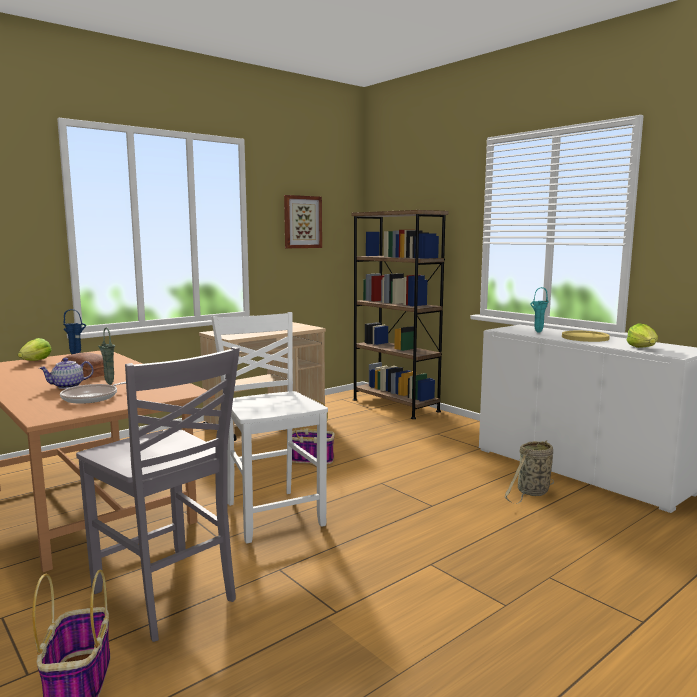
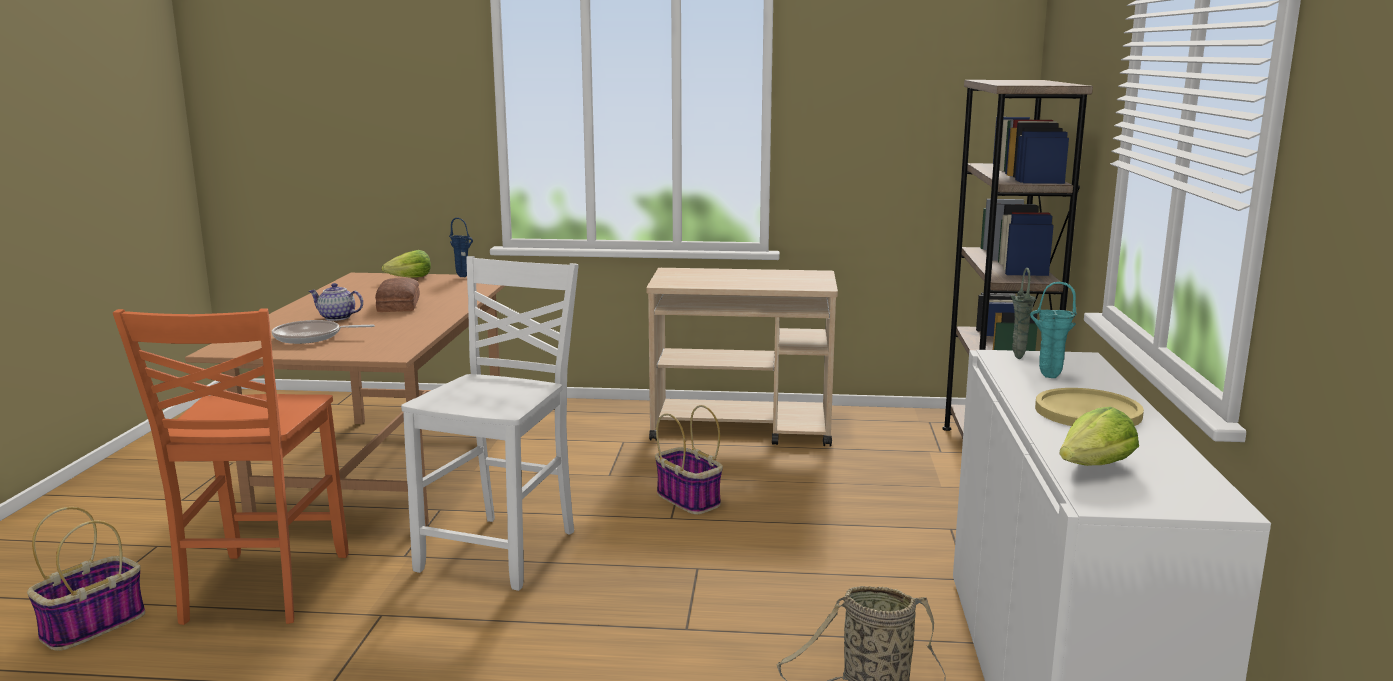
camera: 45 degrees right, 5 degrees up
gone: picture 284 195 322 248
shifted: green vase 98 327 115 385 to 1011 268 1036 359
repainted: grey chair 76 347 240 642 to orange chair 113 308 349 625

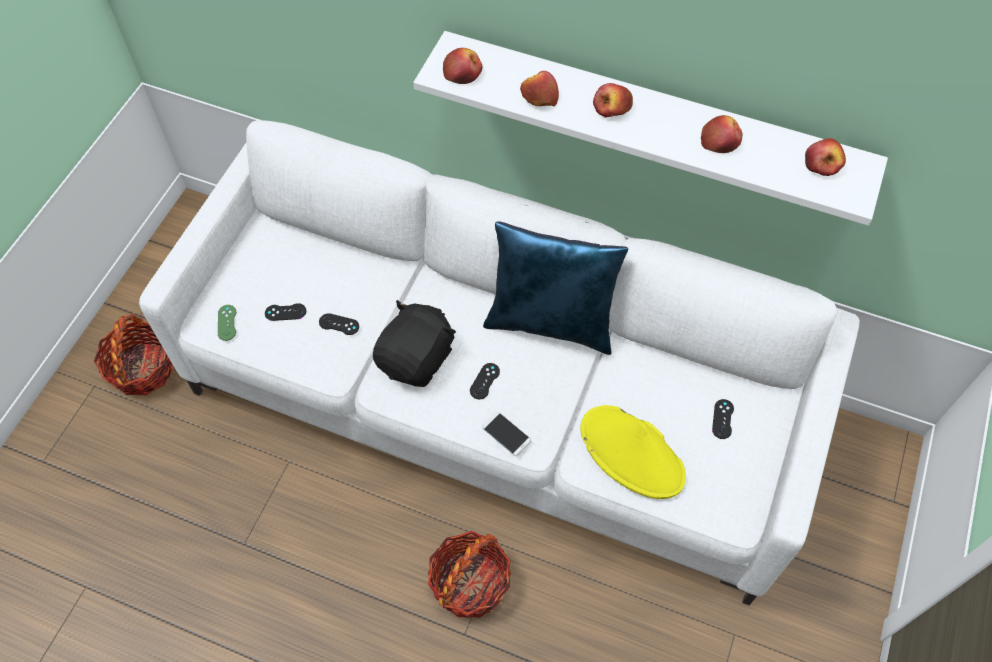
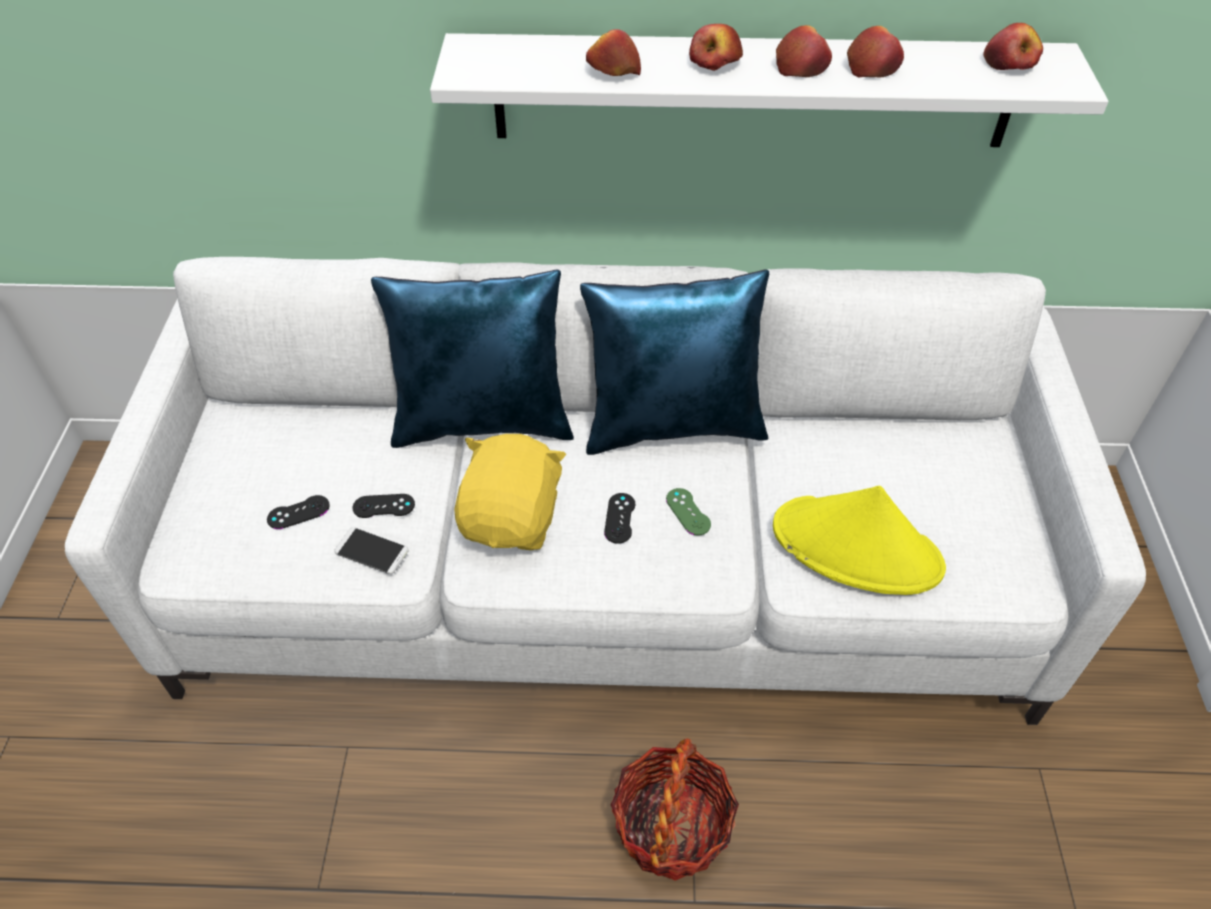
camera: 20 degrees left, 10 degrees down
gone: basket 94 314 174 395; black game controller 712 399 734 439
new: blue pillow 371 269 574 448
shifted: green game controller 218 305 236 341 to 666 488 711 536; apple 443 48 483 84 to 776 25 832 77; phone 482 412 531 456 to 334 527 409 574
repainted: black plush toy 373 300 456 387 to yellow plush toy 454 434 566 550

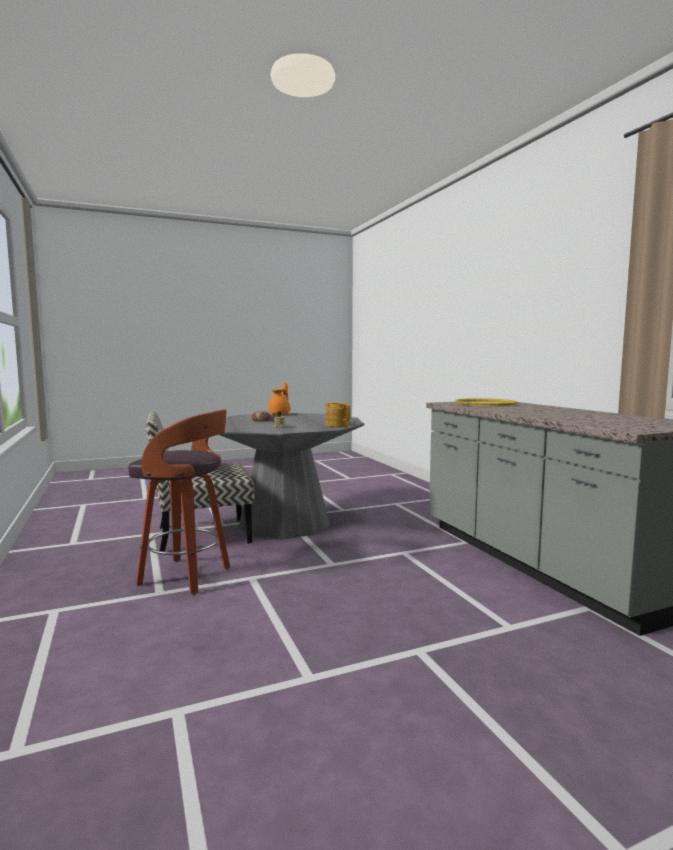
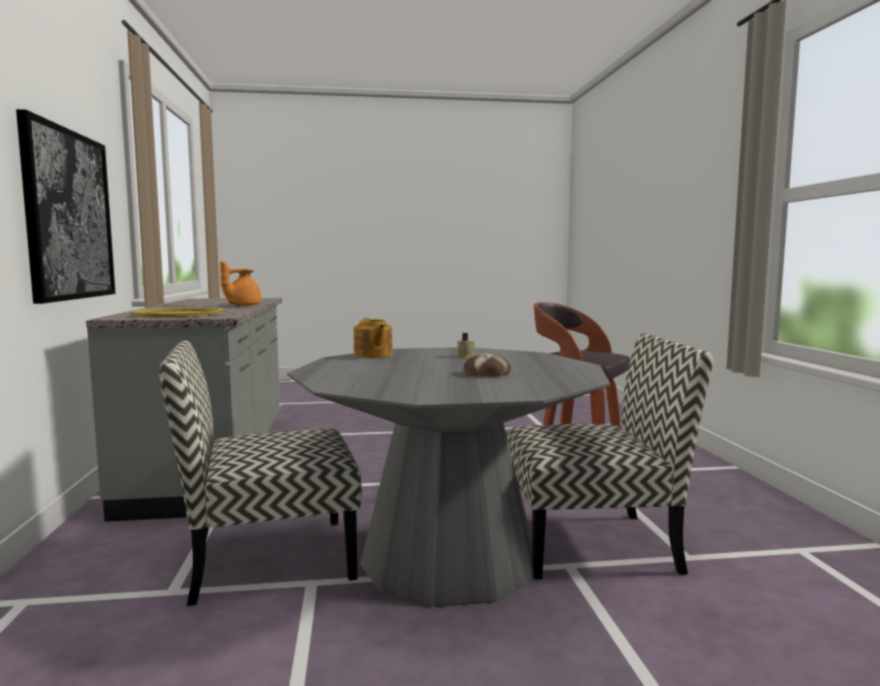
camera: 165 degrees left, 0 degrees up
new: picture 16 109 116 304; chair 159 340 362 606
shifted: orange teapot 268 383 290 415 to 220 261 261 306

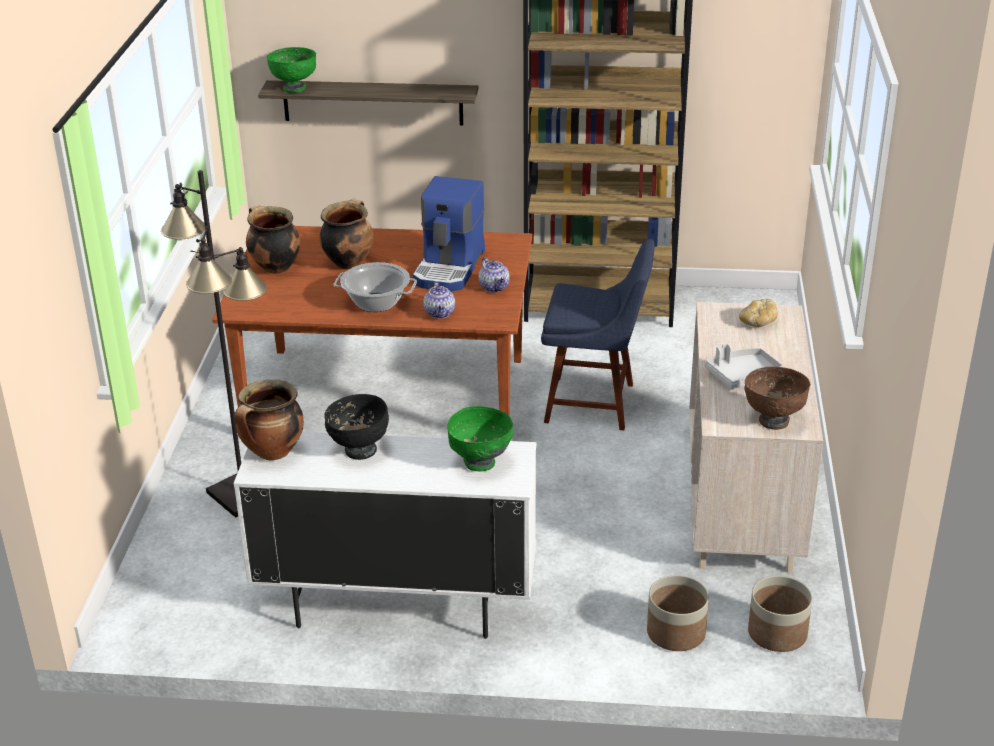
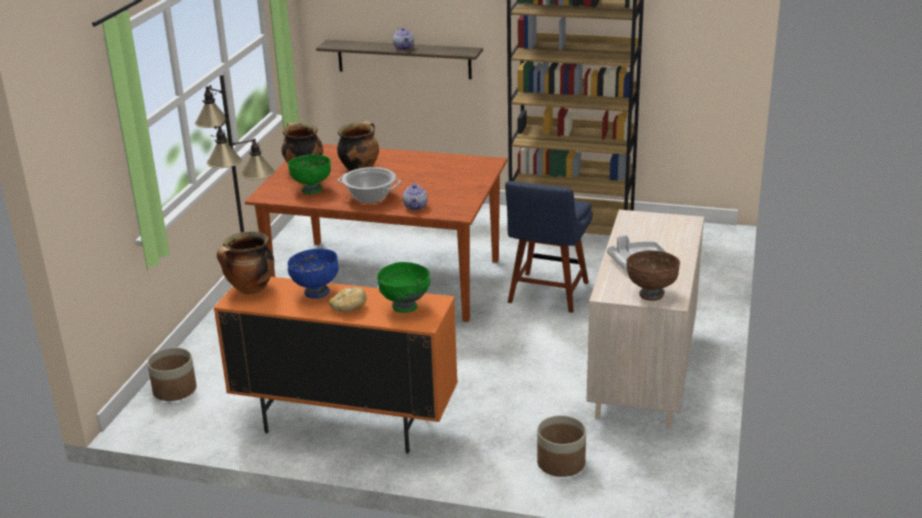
camera: 10 degrees right, 5 degrees down
gone: coffee machine 413 176 485 292
shifted: green bowl 267 47 316 93 to 288 154 331 194; teapot 479 257 510 292 to 393 28 414 50; bread 739 299 778 327 to 329 287 367 312; planter 748 576 812 652 to 147 348 196 401
repainted: white cabinet 234 432 536 639 to orange cabinet 214 277 458 454; black bowl 324 394 389 460 to blue bowl 287 249 339 299
rotated: blue chair 541 239 654 430 = 505 181 593 313 90 degrees clockwise

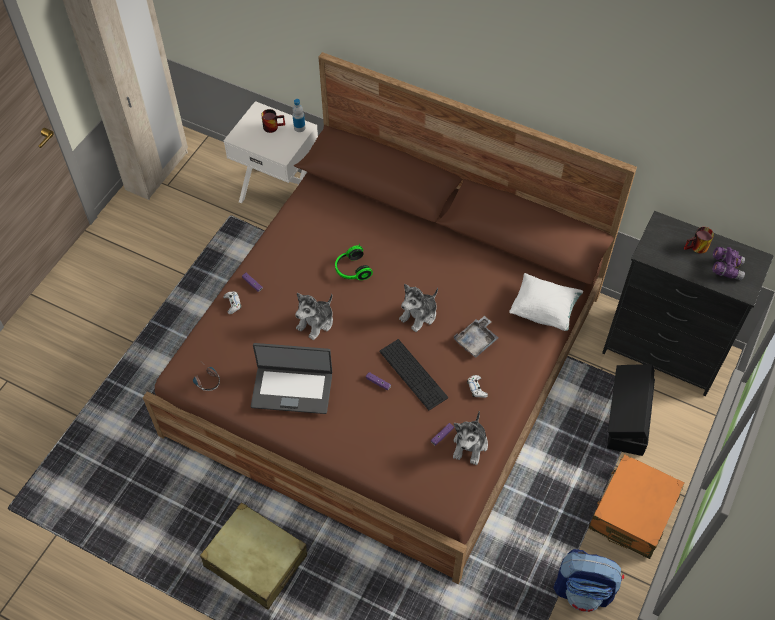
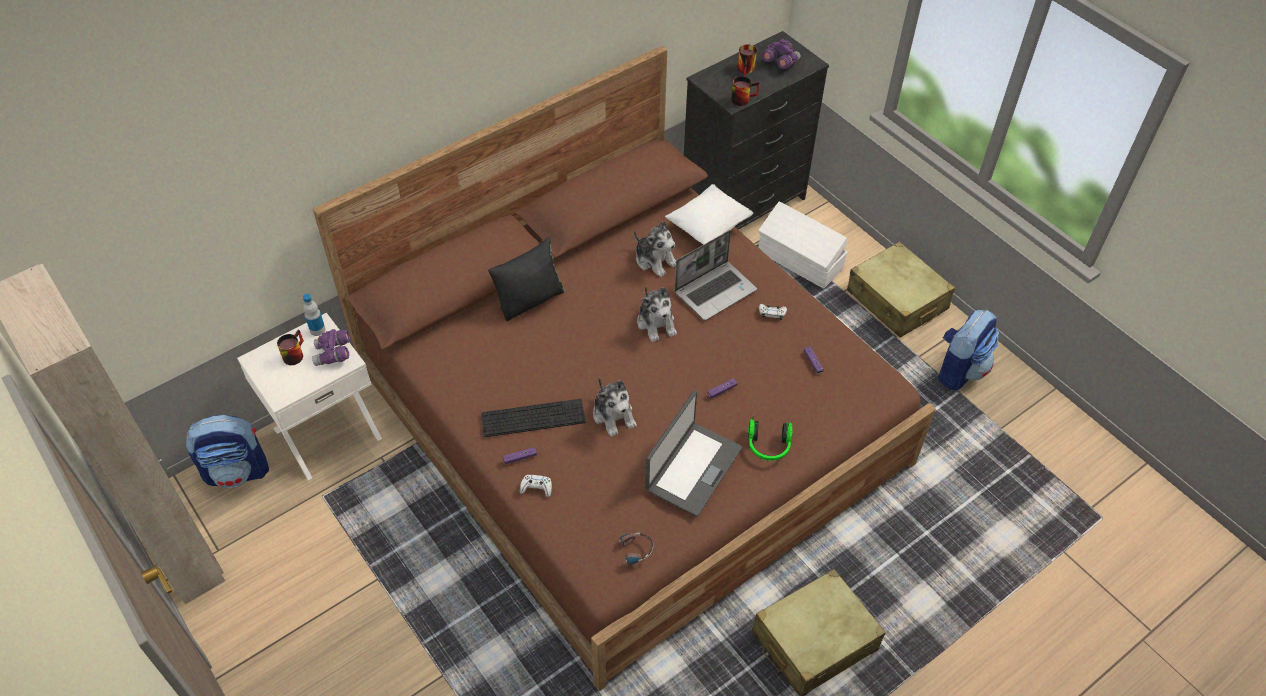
camera: 65 degrees left, 5 degrees down
new: backpack 186 415 269 488; purple binoculars 312 329 351 366; black pillow 488 237 565 321; mug 731 76 759 106
shifted: headphones 335 243 373 280 to 748 415 793 461; keyboard 379 339 448 410 to 481 399 586 437; plush toy 453 411 488 465 to 633 221 676 277
swapped: grey tray 454 316 498 358 to laptop 674 230 757 320
repainted: orange suitcase 589 454 685 559 to beige suitcase 847 242 955 338; black storage box 607 364 655 456 to white storage box 758 201 848 289

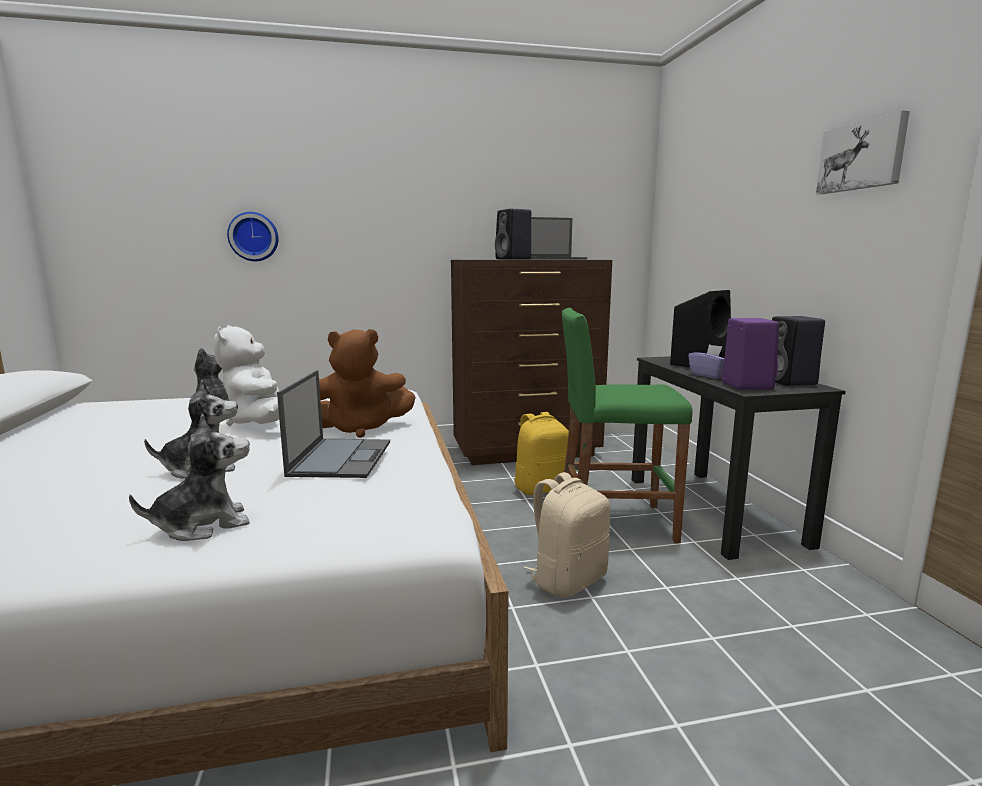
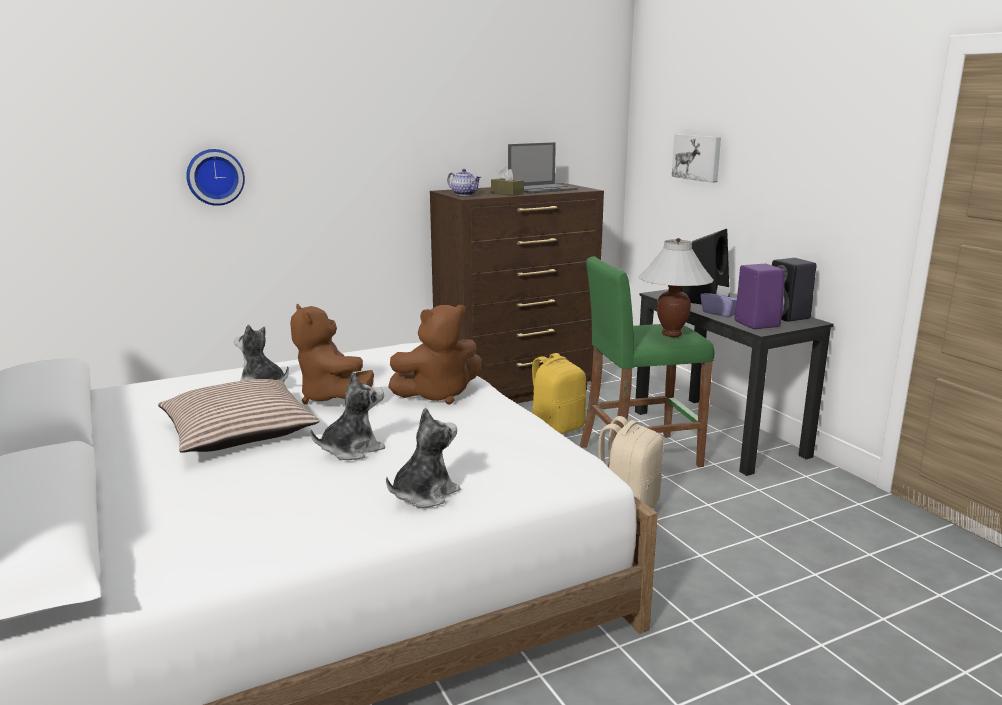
camera: 15 degrees left, 5 degrees up
gone: laptop 277 370 390 478
new: pillow 158 379 320 453; teapot 447 169 481 196; white table lamp 638 238 713 337
shifted: picture 816 111 910 194 to 672 134 721 183
swapped: black speaker 495 209 531 259 to brown tissue box 491 167 524 196
repainted: white plush toy 213 325 280 426 to brown plush toy 290 304 374 404

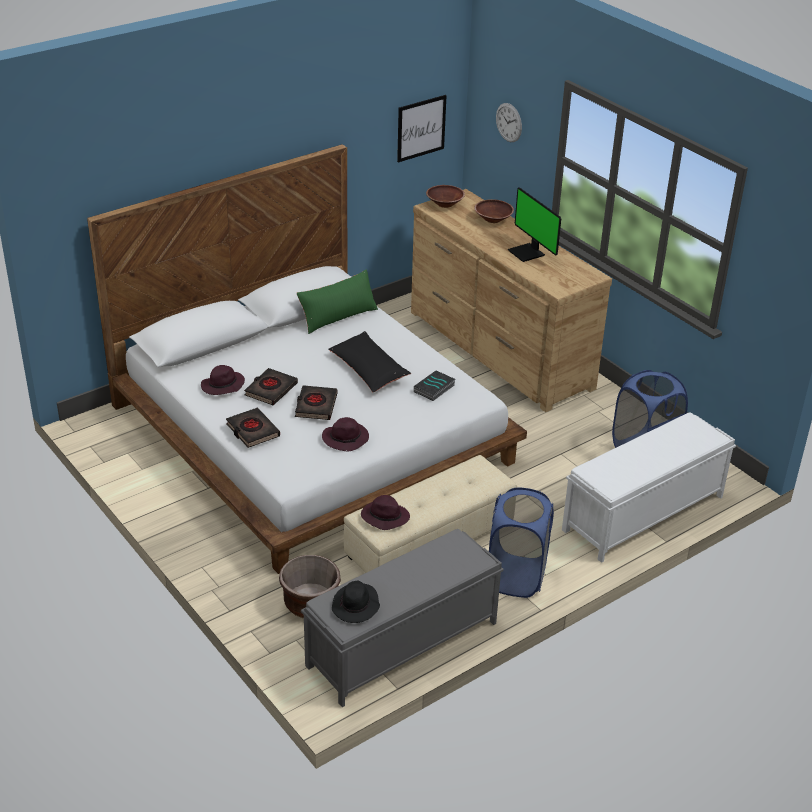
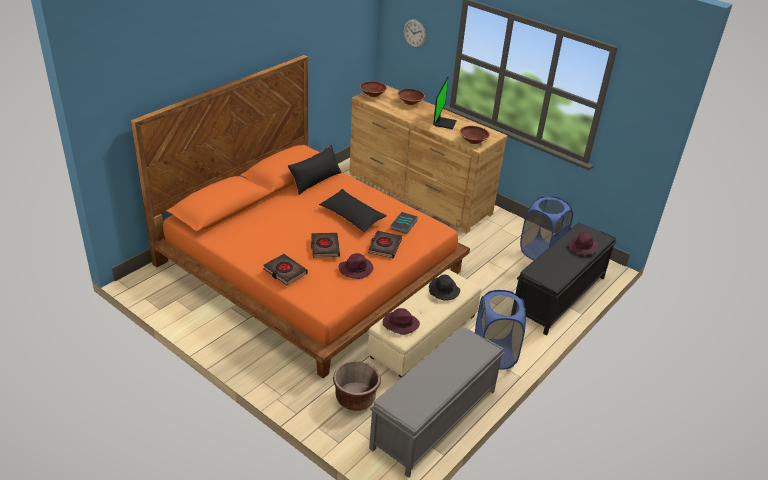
camera: 15 degrees left, 0 degrees up
gone: picture 397 95 447 162
new: brown bowl 460 126 490 144
shifted: purple hat 201 365 245 395 to 568 232 599 255; black book 244 368 298 405 to 368 231 402 258; black hat 332 581 380 623 to 429 274 460 301
repainted: white bed 87 144 527 574 to orange bed 131 55 470 378; green pillow 297 269 378 334 to black pillow 288 145 342 195; white bench 562 413 736 563 to black bench 515 223 616 335
rotated: monitor 508 187 561 262 = 433 77 457 129 120 degrees counterclockwise

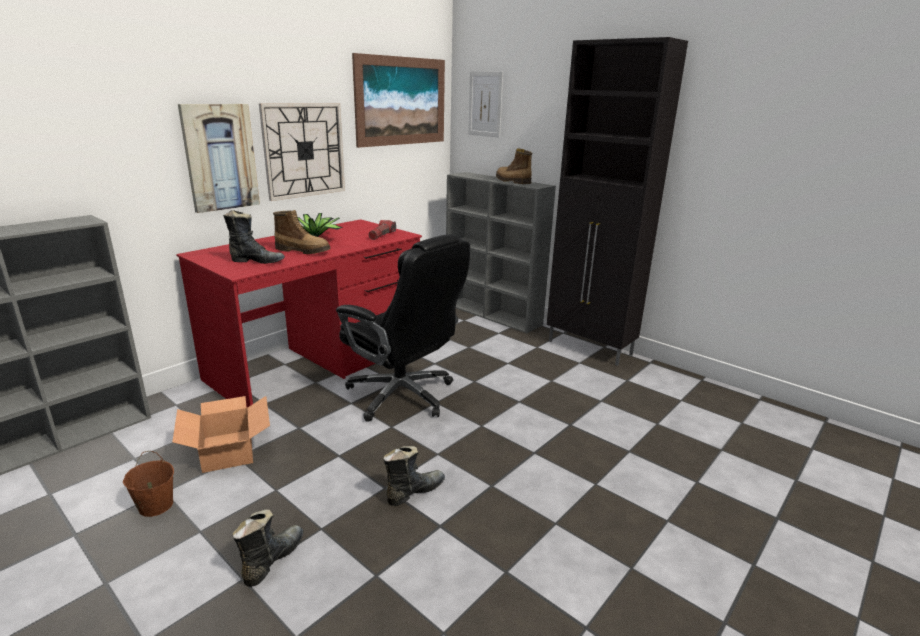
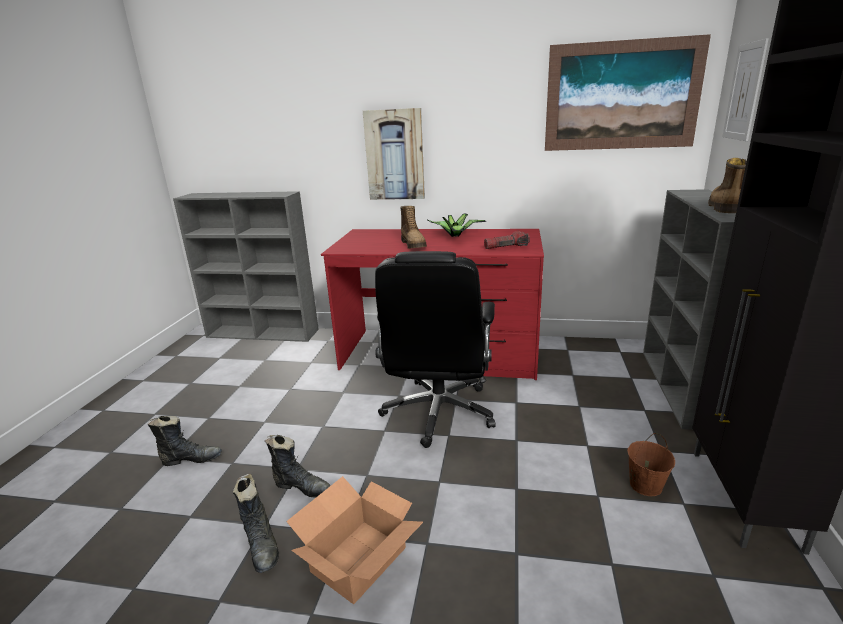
camera: 60 degrees right, 0 degrees up
gone: wall clock 259 103 345 201
shifted: brown bucket 123 451 174 517 to 627 433 675 496; cardboard box 172 396 270 473 to 286 476 423 604; black boot 223 210 285 264 to 233 474 279 573

